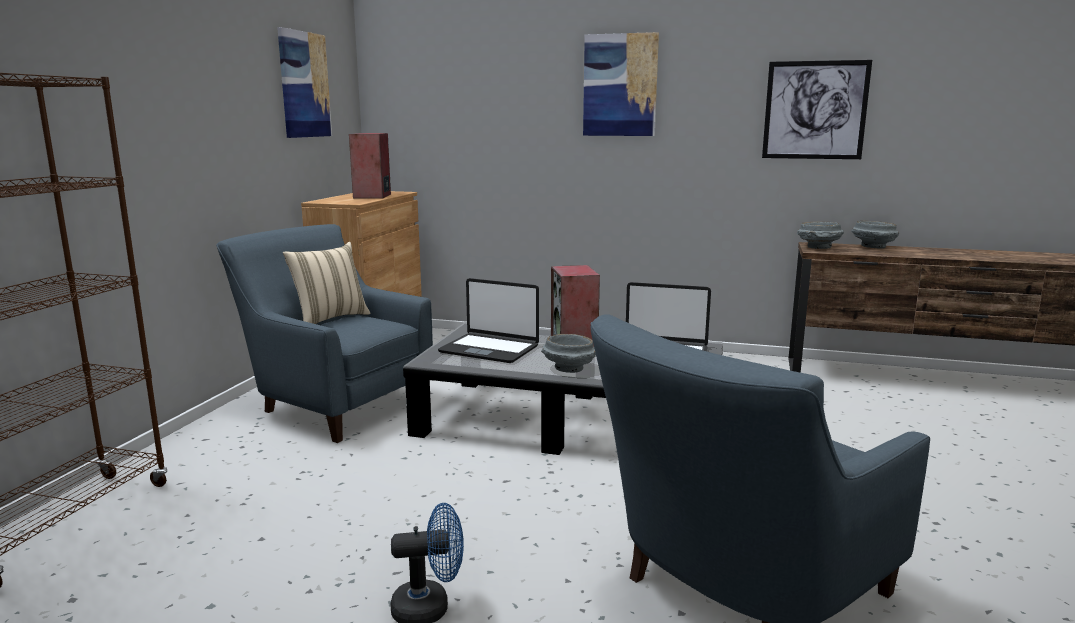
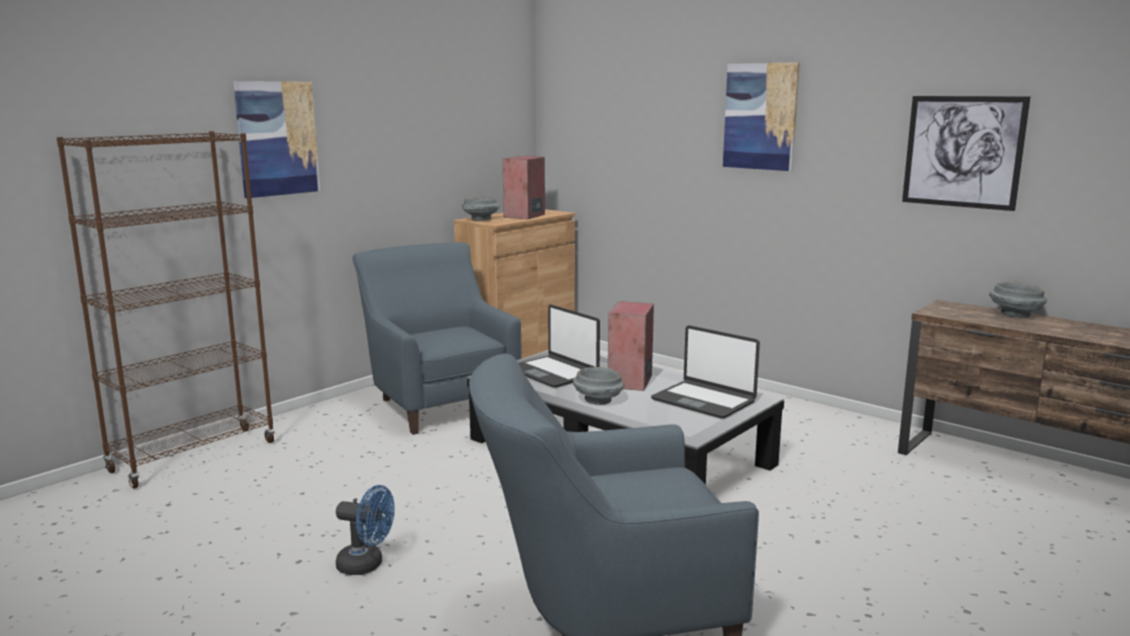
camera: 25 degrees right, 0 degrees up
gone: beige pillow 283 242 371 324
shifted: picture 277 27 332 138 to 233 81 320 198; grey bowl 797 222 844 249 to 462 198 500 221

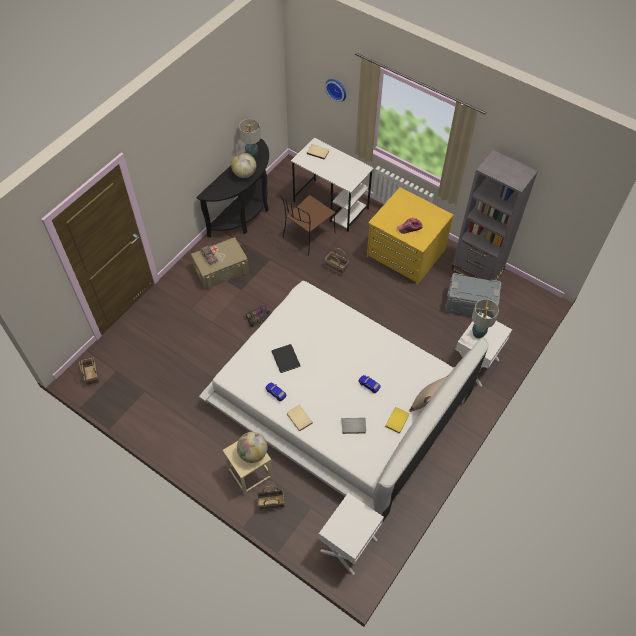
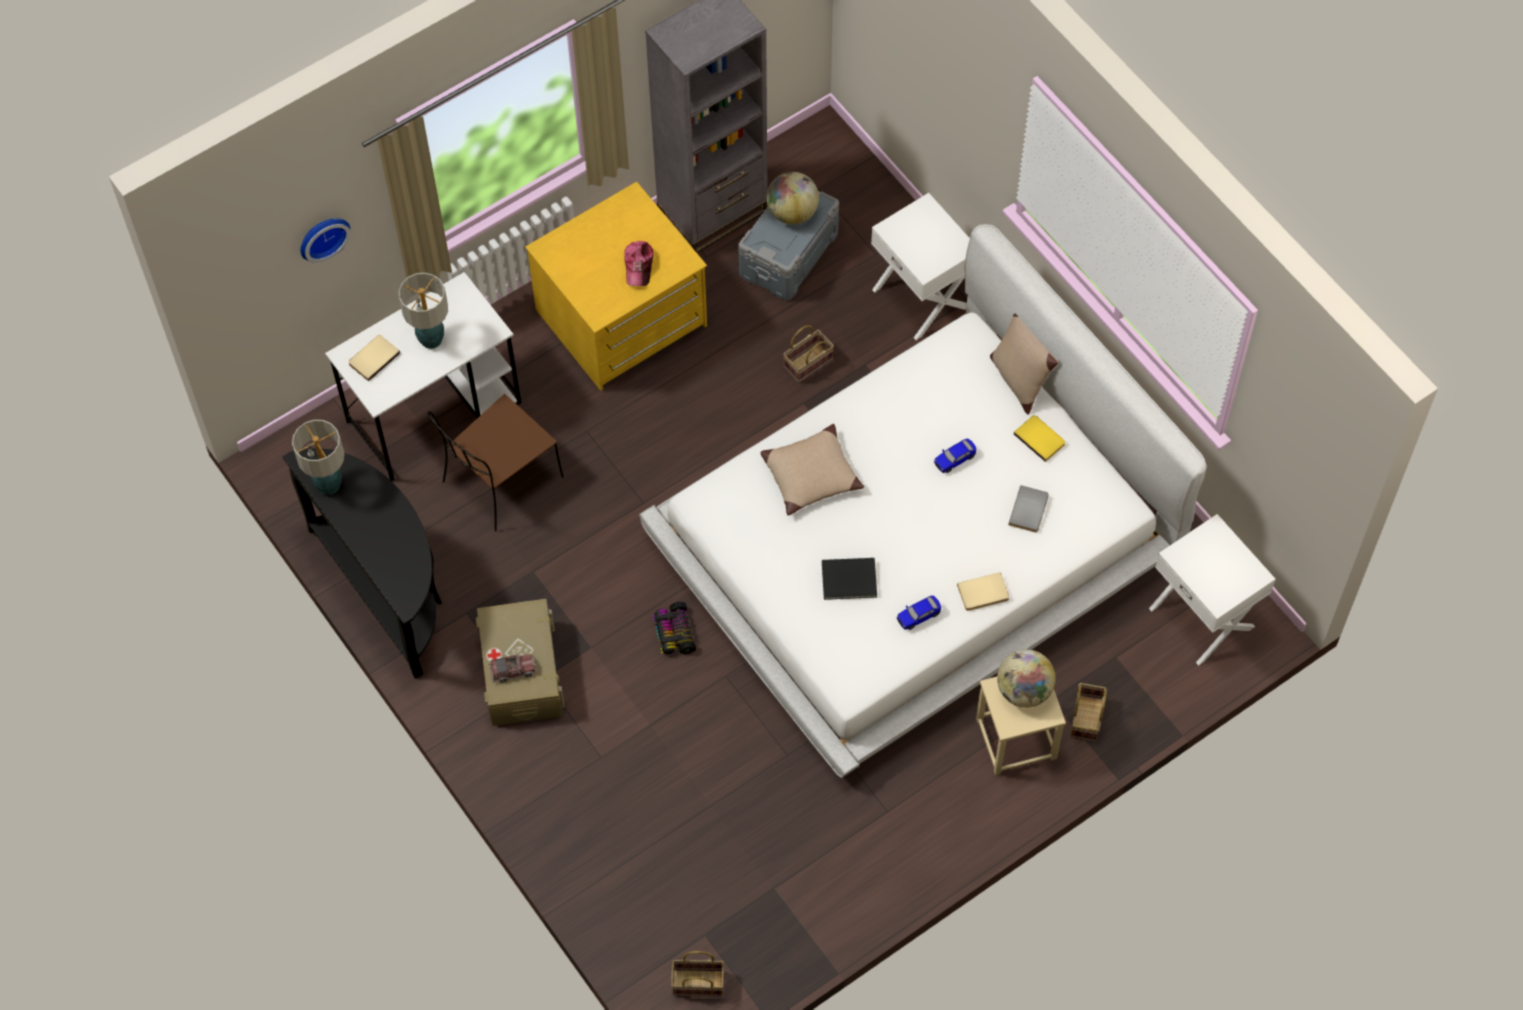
camera: 70 degrees left, 5 degrees up
new: beige pillow 761 424 864 515
shifted: globe 231 153 256 178 to 767 172 819 224; basket 325 248 349 275 to 783 325 834 383; table lamp 472 299 499 338 to 399 273 448 349
rotated: brown chair 281 195 335 256 = 428 394 563 532 75 degrees clockwise

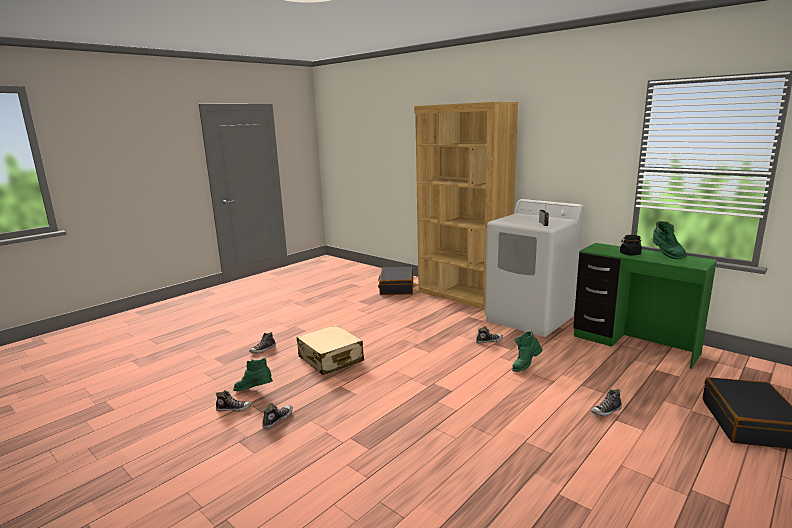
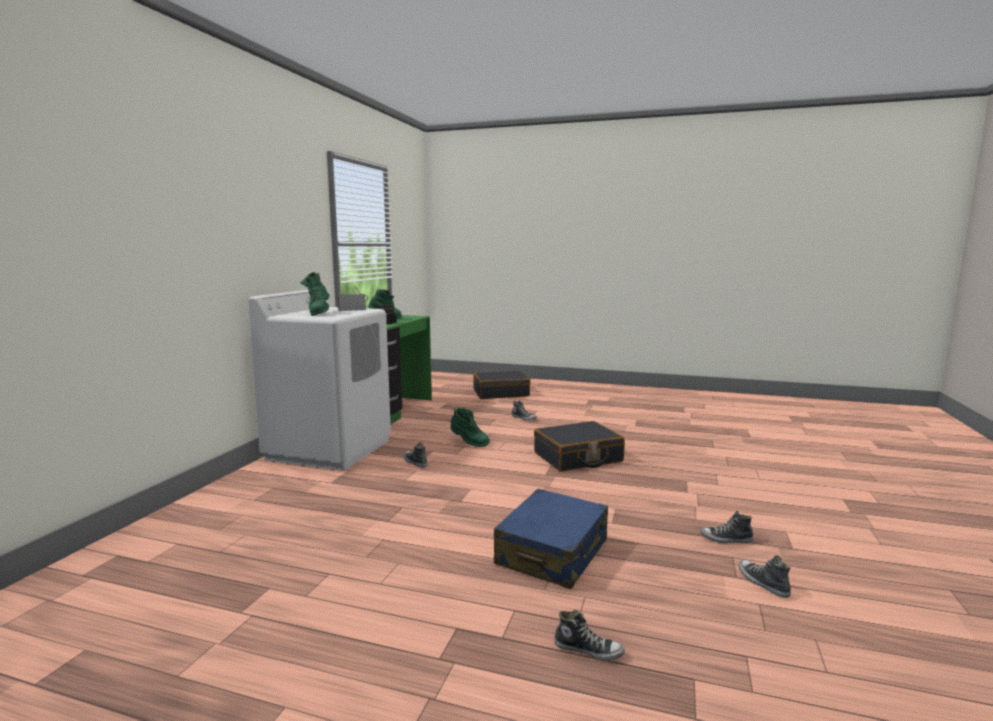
camera: 115 degrees left, 5 degrees down
gone: brown bookcase 414 102 518 310
shifted: green boot 233 358 273 391 to 300 272 330 316; black suitcase 378 267 413 295 to 534 421 625 471
repainted: beige suitcase 297 325 364 375 to blue suitcase 494 489 608 589

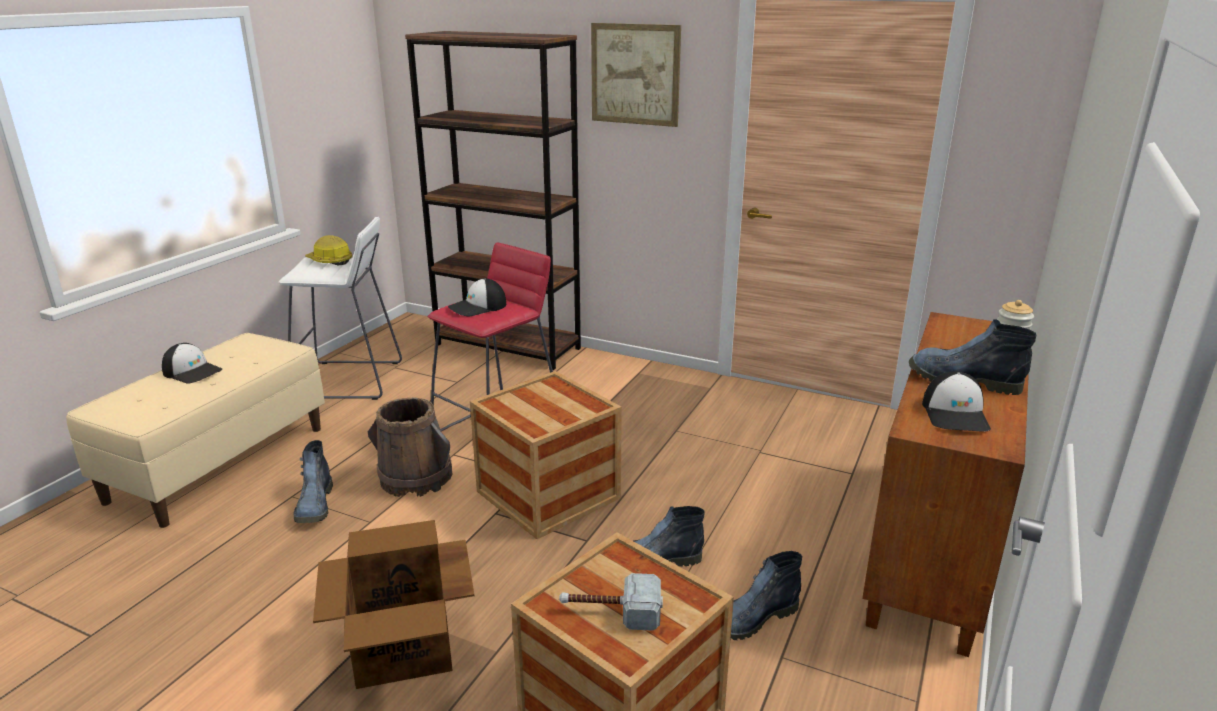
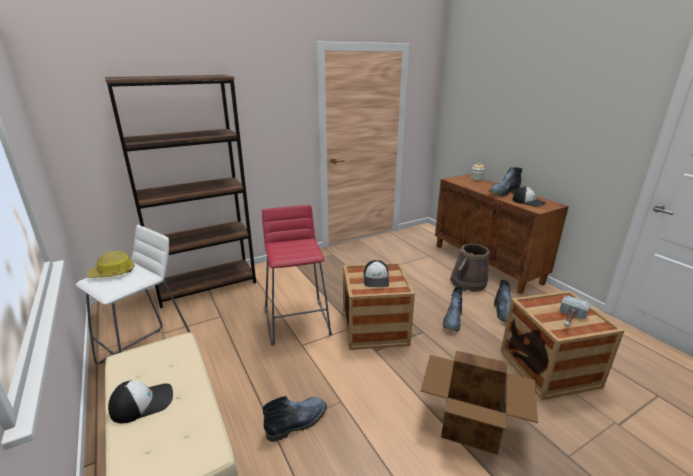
camera: 55 degrees left, 0 degrees up
gone: picture 591 23 681 127
shifted: brown bucket 368 397 453 497 to 450 244 490 292; cap 448 278 506 317 to 364 260 389 287
rotated: boot 294 440 333 523 = 263 396 327 442 60 degrees counterclockwise

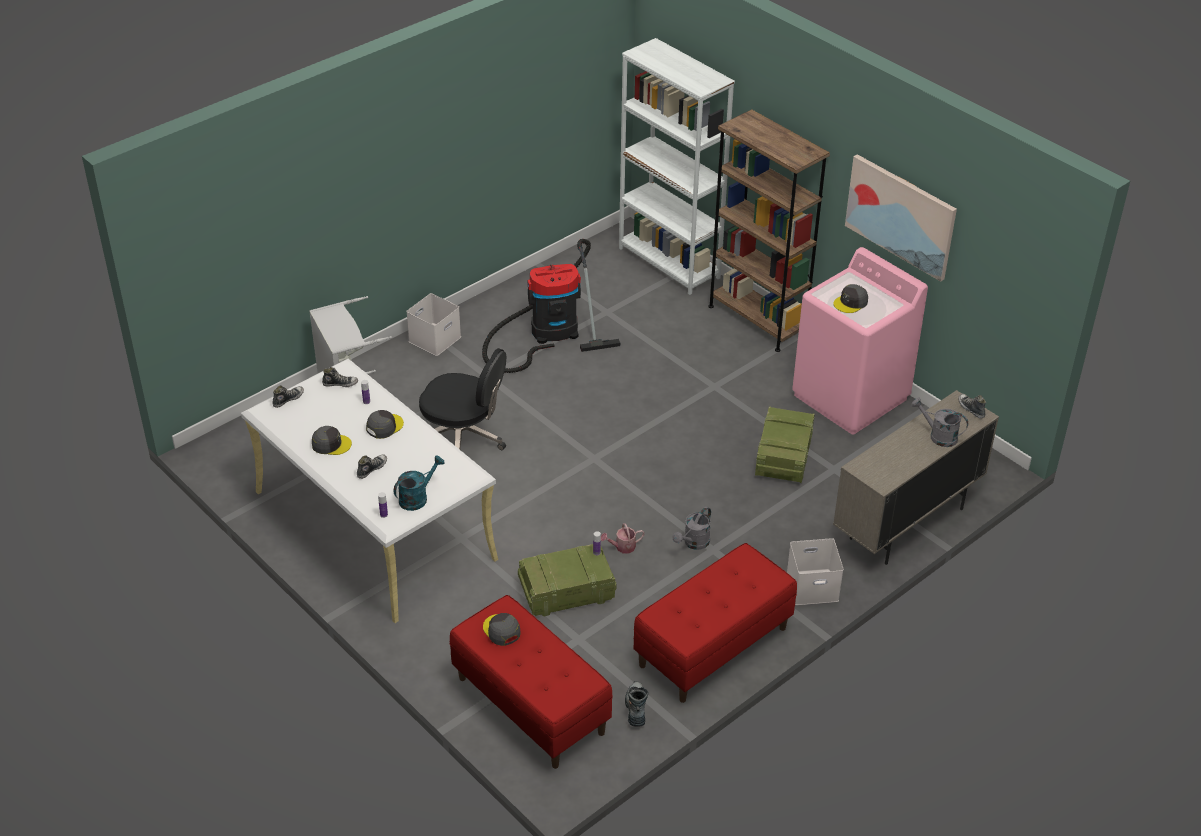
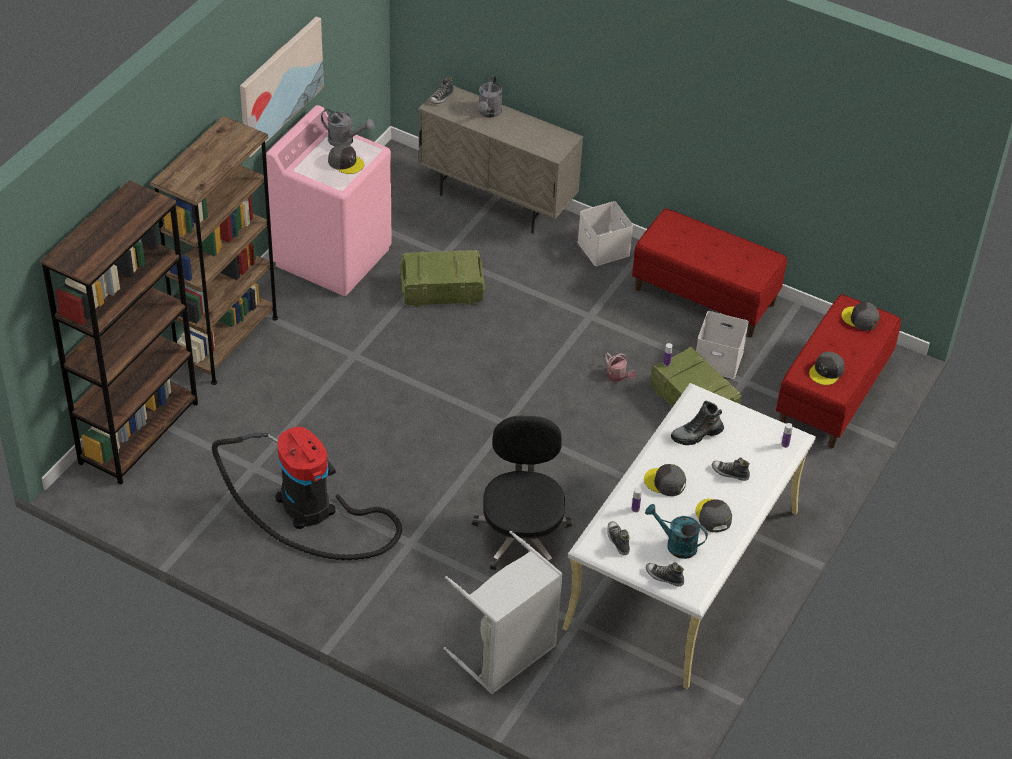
camera: 110 degrees left, 5 degrees up
new: grey cap 842 302 880 331
shifted: turquoise watering can 394 455 445 511 to 645 504 708 559; white storage box 406 293 461 356 to 696 311 749 379; boot 625 681 649 727 to 671 401 724 445; grey watering can 673 507 711 550 to 321 109 374 146
repainted: white bookcase 619 38 735 295 to brown bookcase 41 180 198 485

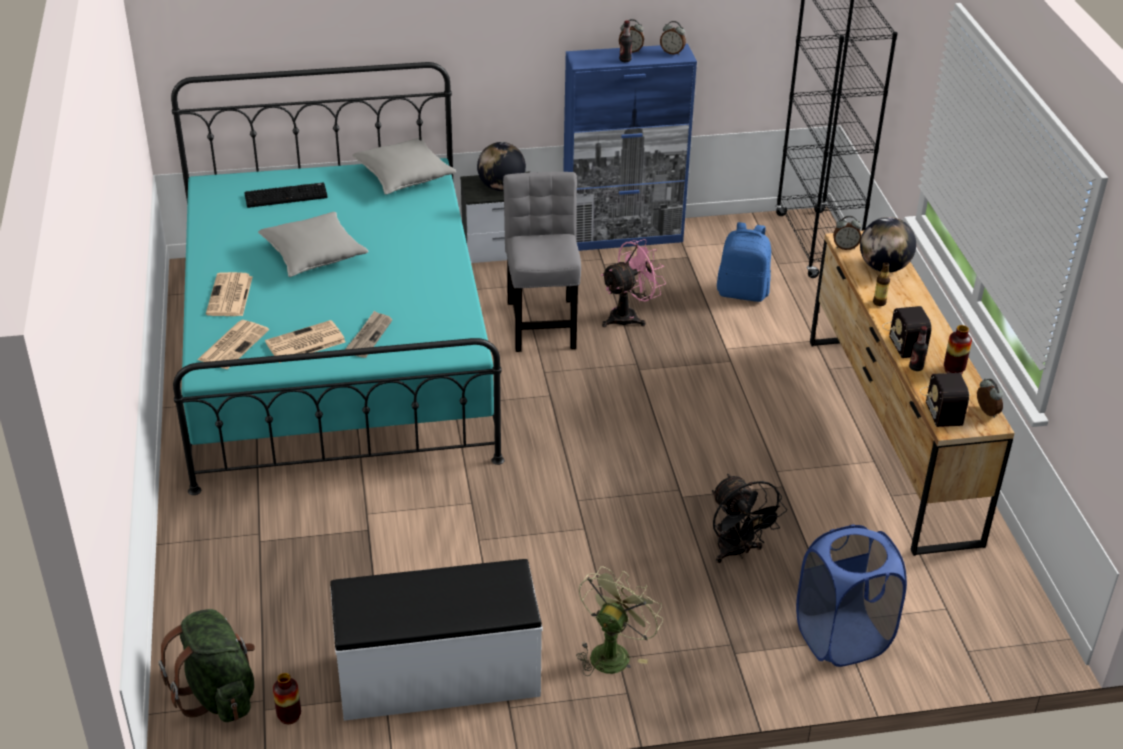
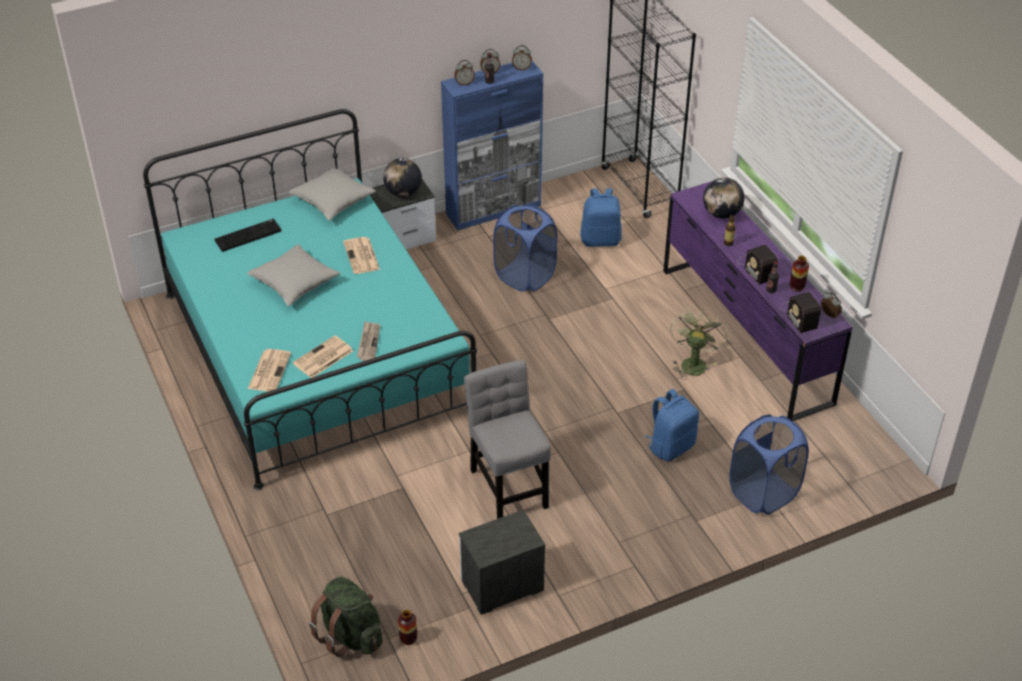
camera: 15 degrees left, 5 degrees up
shifted: newspaper 206 272 253 316 to 343 237 380 274; grey chair 503 172 581 352 to 464 360 551 519; green fan 576 566 663 676 to 670 308 727 380; alarm clock 833 216 861 250 to 454 60 475 85
swapped: white bench 330 559 542 721 to nightstand 459 509 545 615; pink fan 601 239 666 327 to blue laundry basket 493 205 557 292; black fan 712 474 787 563 to blue backpack 645 389 699 461
repainted: brown dresser 810 231 1015 556 to purple dresser 663 181 853 421

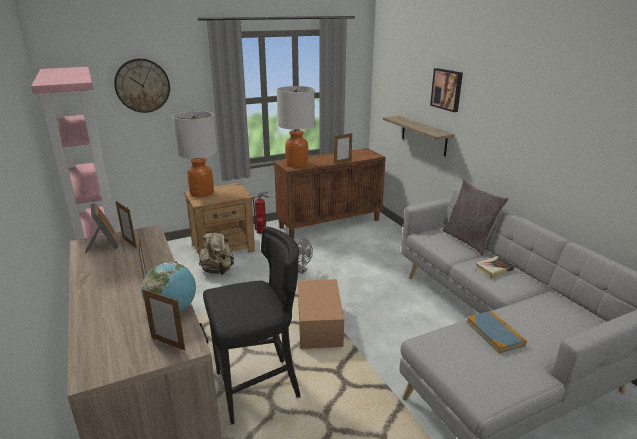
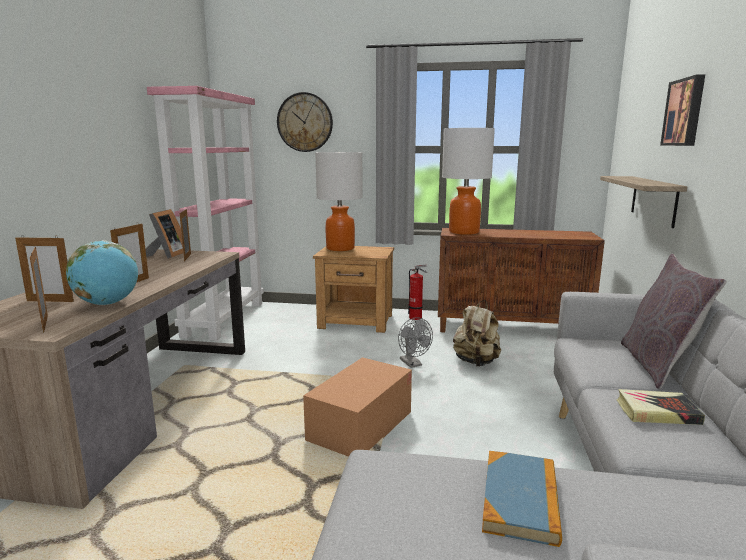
camera: 35 degrees right, 10 degrees down
gone: black stool 203 226 301 425
shifted: beige backpack 199 227 234 275 to 453 300 501 366; picture frame 334 133 352 164 to 15 236 74 302

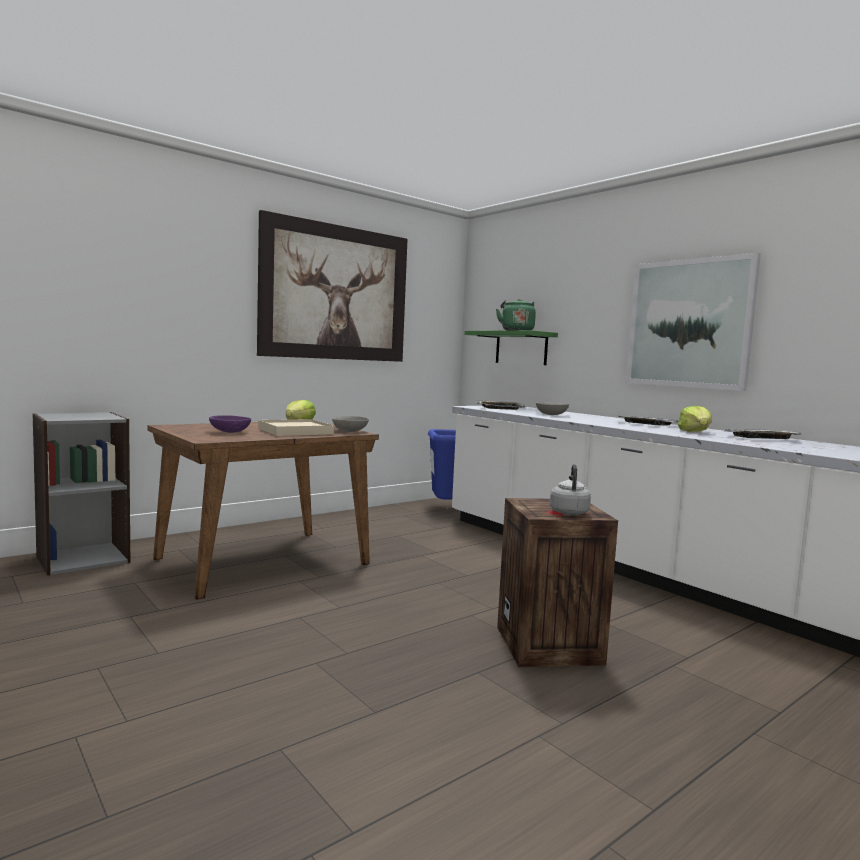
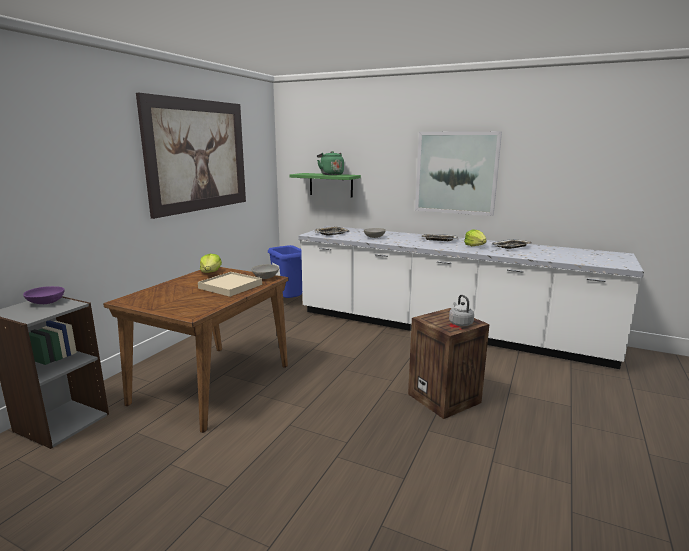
camera: 25 degrees left, 10 degrees up
shifted: purple bowl 209 415 251 433 to 23 286 65 304

